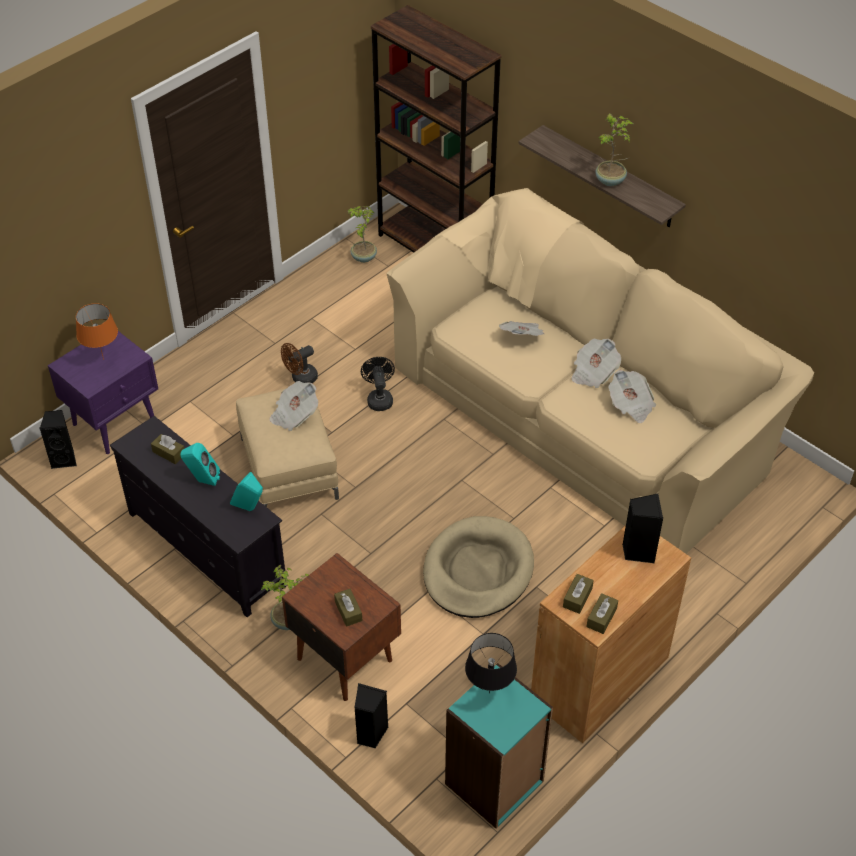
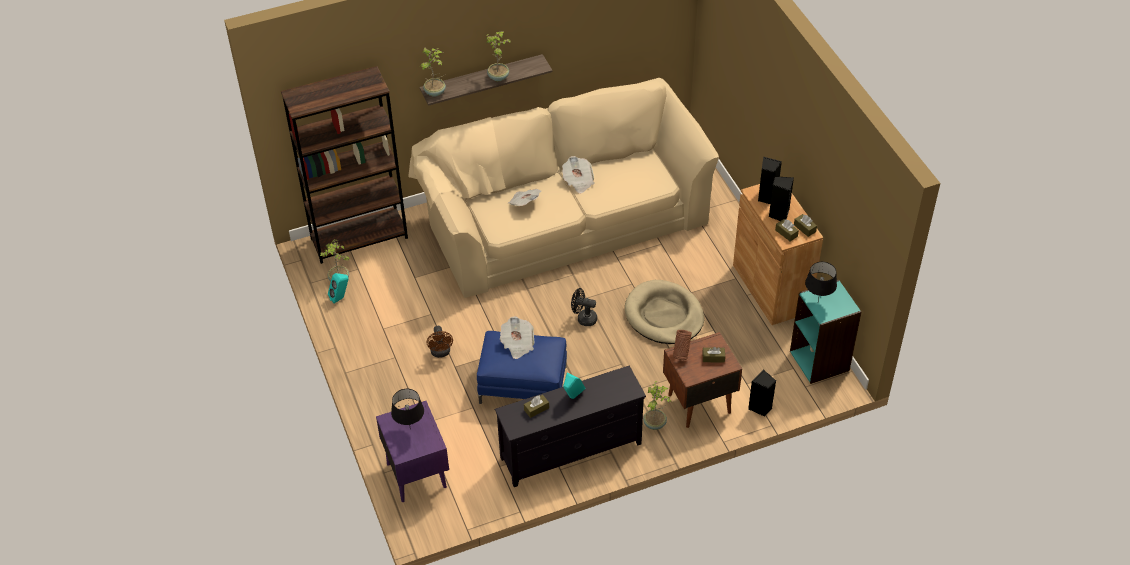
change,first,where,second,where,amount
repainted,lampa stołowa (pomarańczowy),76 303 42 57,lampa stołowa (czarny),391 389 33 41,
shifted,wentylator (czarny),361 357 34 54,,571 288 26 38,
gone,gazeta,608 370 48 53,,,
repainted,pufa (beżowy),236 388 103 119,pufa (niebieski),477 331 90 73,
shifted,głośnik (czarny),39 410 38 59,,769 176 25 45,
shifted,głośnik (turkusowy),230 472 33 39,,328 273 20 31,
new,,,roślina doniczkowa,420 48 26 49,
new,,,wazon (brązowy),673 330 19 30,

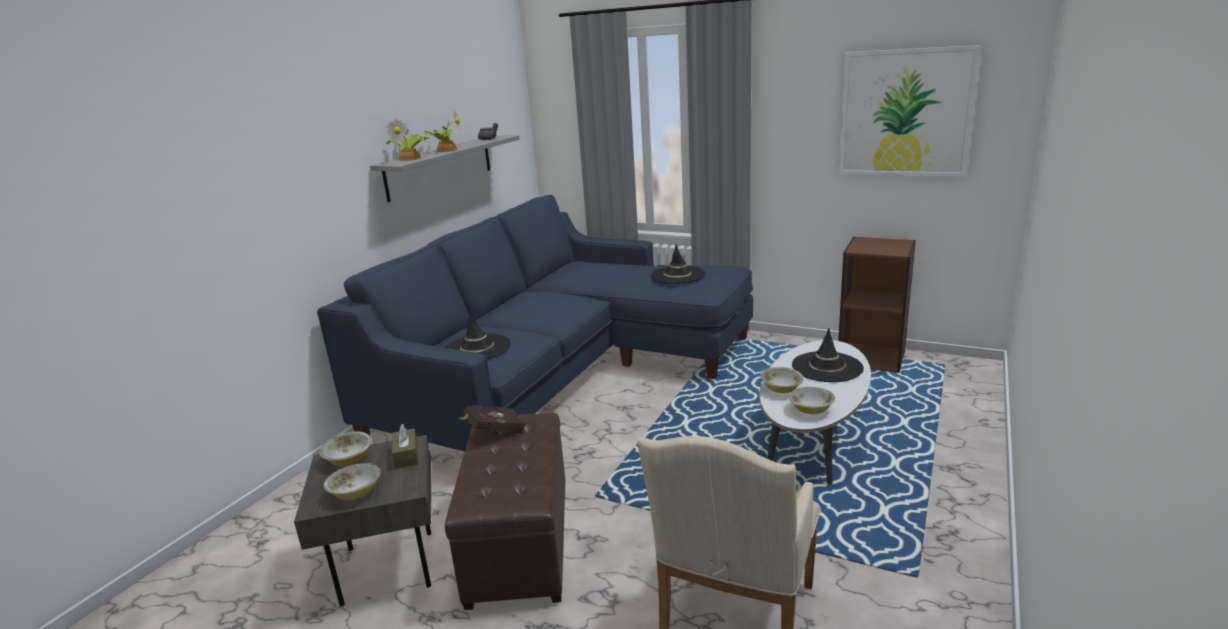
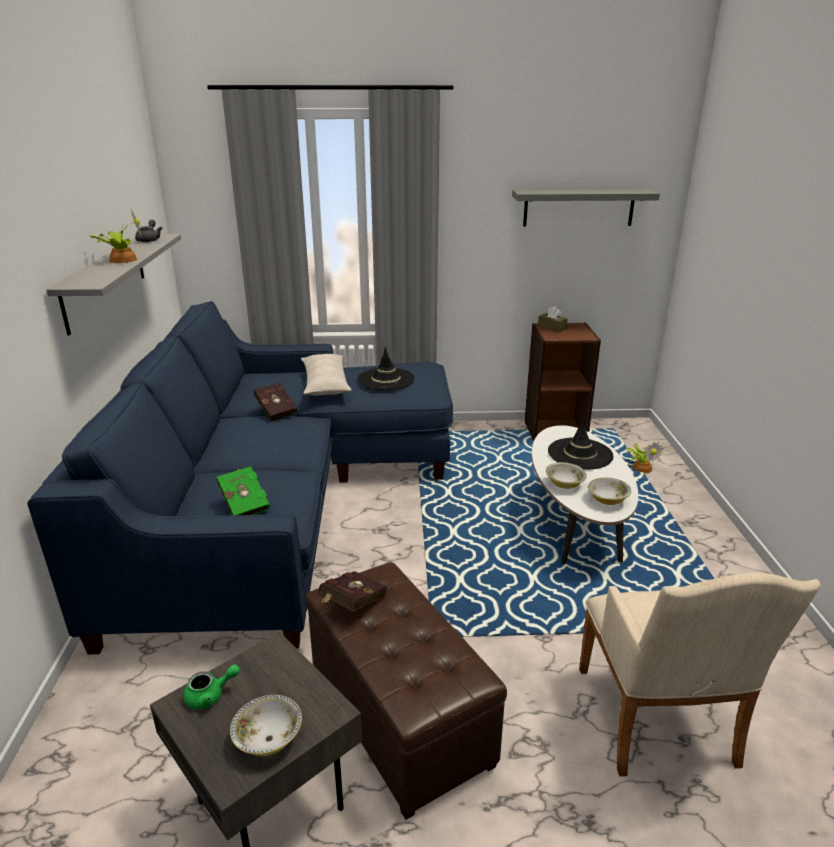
change,first,where,second,where,amount
swapped,obraz,839 45 142 132,półka (szary),512 189 148 38,
shifted,roślina doniczkowa,386 118 45 43,,625 442 38 32,
swapped,kapelusz (czarny),445 311 66 48,książka (zielony),217 466 53 50,
shifted,pudełko chusteczek (brązowy),392 424 26 45,,538 306 30 26,
swapped,miska,319 431 53 35,imbryk (zielony),183 665 57 44,
new,,,poduszka (beżowy),301 354 50 41,
new,,,książka (czerwony),254 382 43 39,

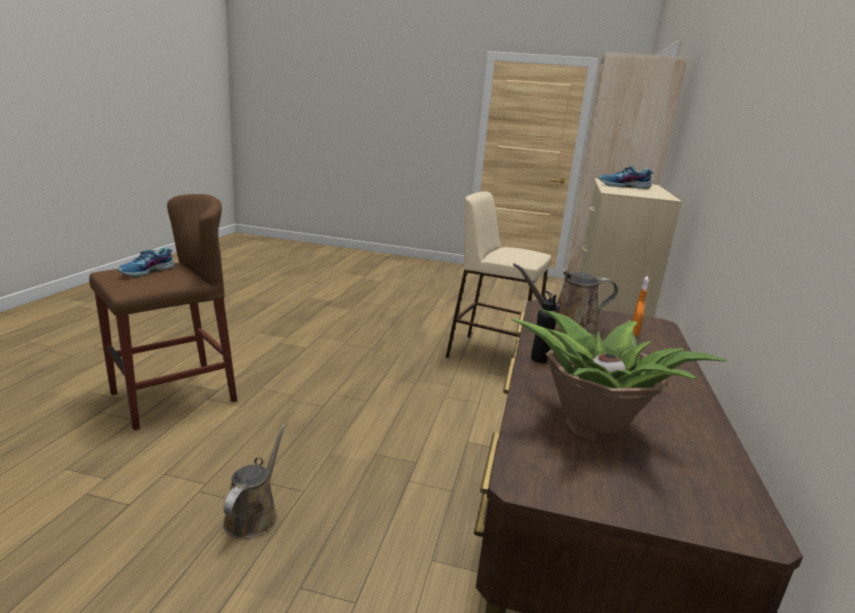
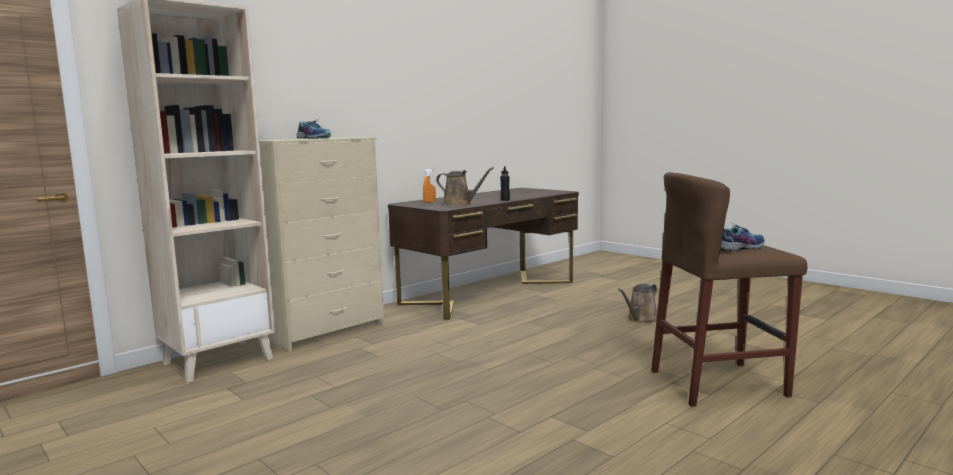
change,first,where,second,where,amount
gone,stołek (beżowy),446 191 105 167,,,
gone,roślina doniczkowa,511 309 215 133,,,

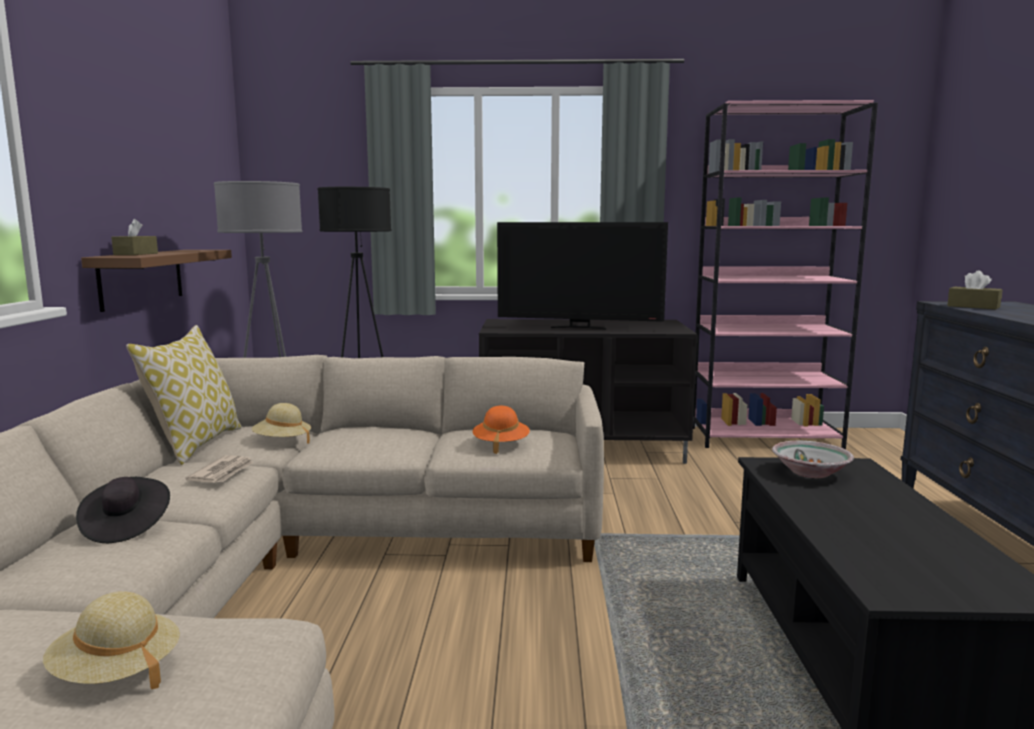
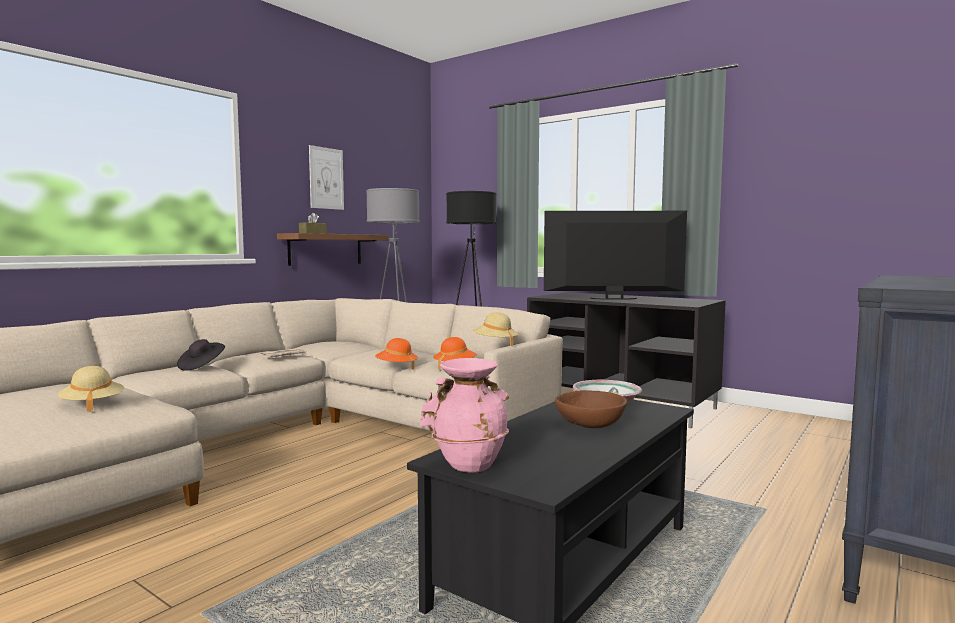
change,first,where,second,where,amount
gone,regał (różowy),693 100 185 349,,,
rotated,telewizor,497 222 171 108,,544 211 143 89,135 degrees clockwise
gone,pudełko chusteczek (brązowy),947 270 56 39,,,
gone,poduszka,126 325 116 140,,,
shifted,kapelusz (beżowy),252 403 59 41,,473 312 45 34,
new,,,obraz,309 145 35 65,
new,,,kapelusz (pomarańczowy),375 338 43 32,
new,,,wazon (różowy),420 358 89 115,
new,,,miska (brązowy),555 390 72 38,

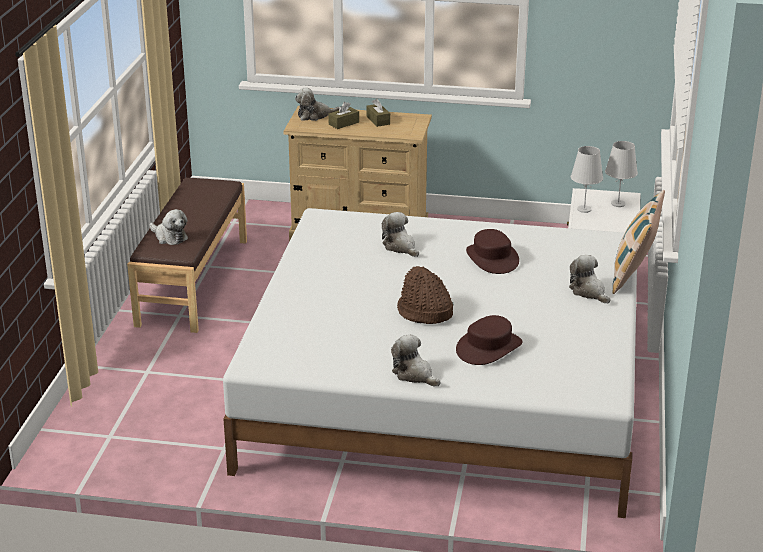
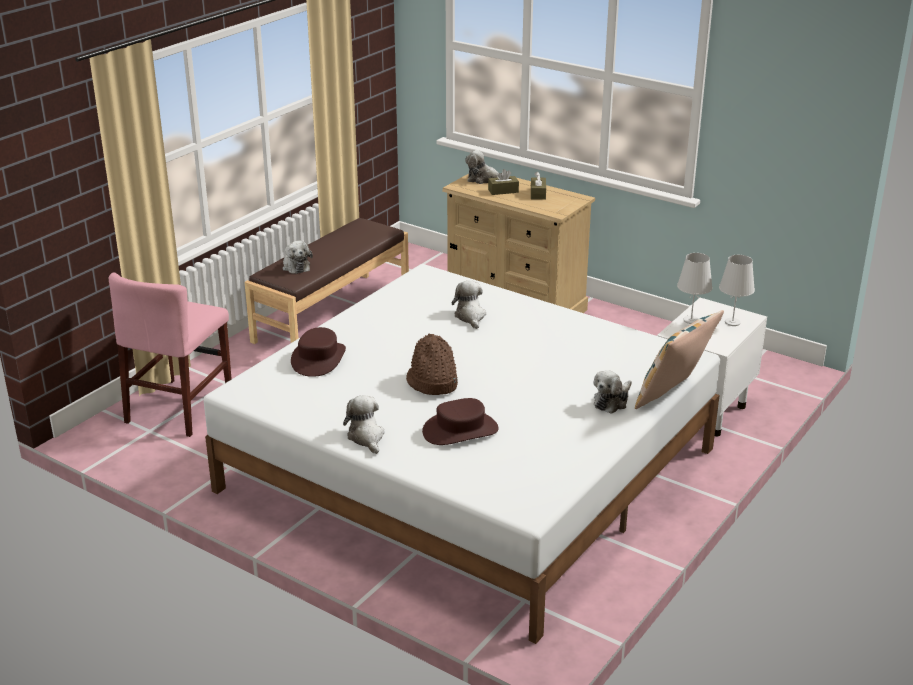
change,first,where,second,where,amount
shifted,kapelusz (brązowy),466 229 53 45,,291 327 55 50,
rotated,pluszak,569 255 41 48,,593 370 39 44,135 degrees counterclockwise
new,,,krzesło (różowy),109 272 123 165,

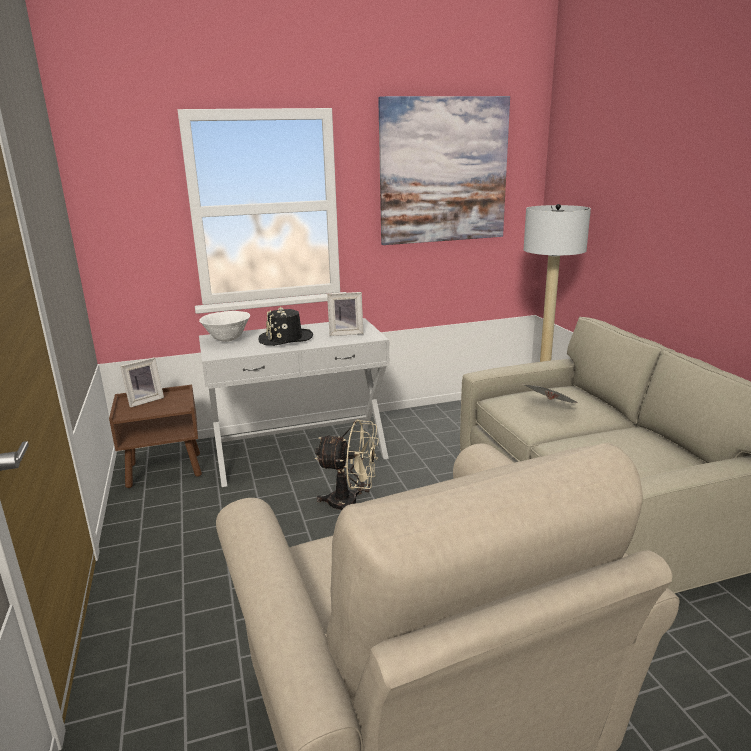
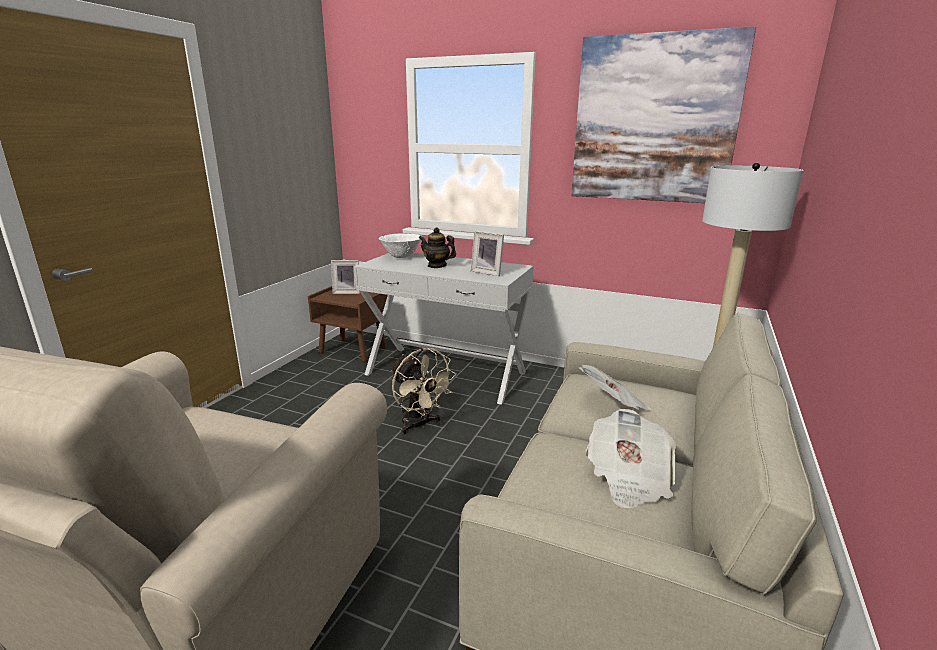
change,first,where,second,where,amount
swapped,kapelusz (czarny),258 306 55 40,imbryk,419 227 37 41,
new,,,gazeta,586 409 90 99,

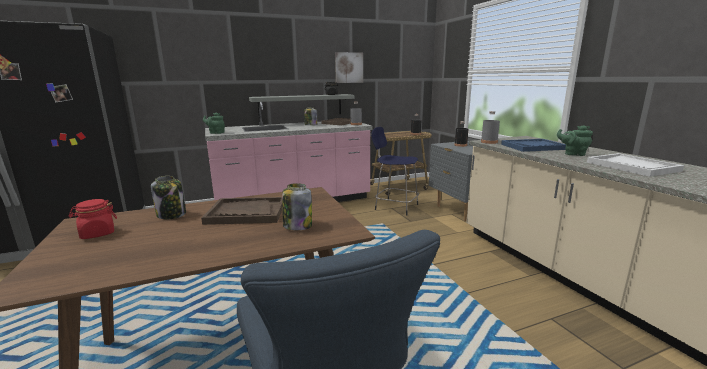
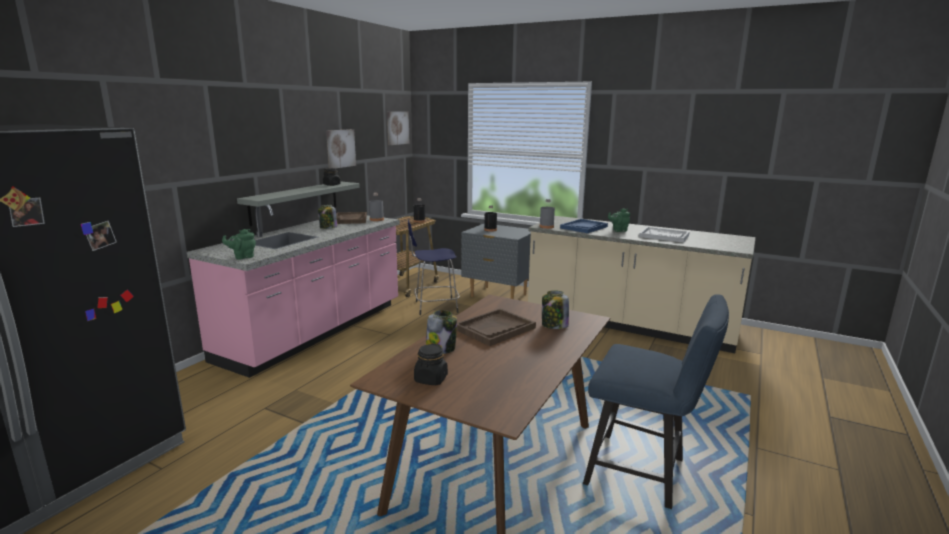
change,first,where,second,where,amount
repainted,słoik (czerwony),68 199 49 40,słoik (czarny),414 344 34 41,
new,,,obraz,387 111 23 34,

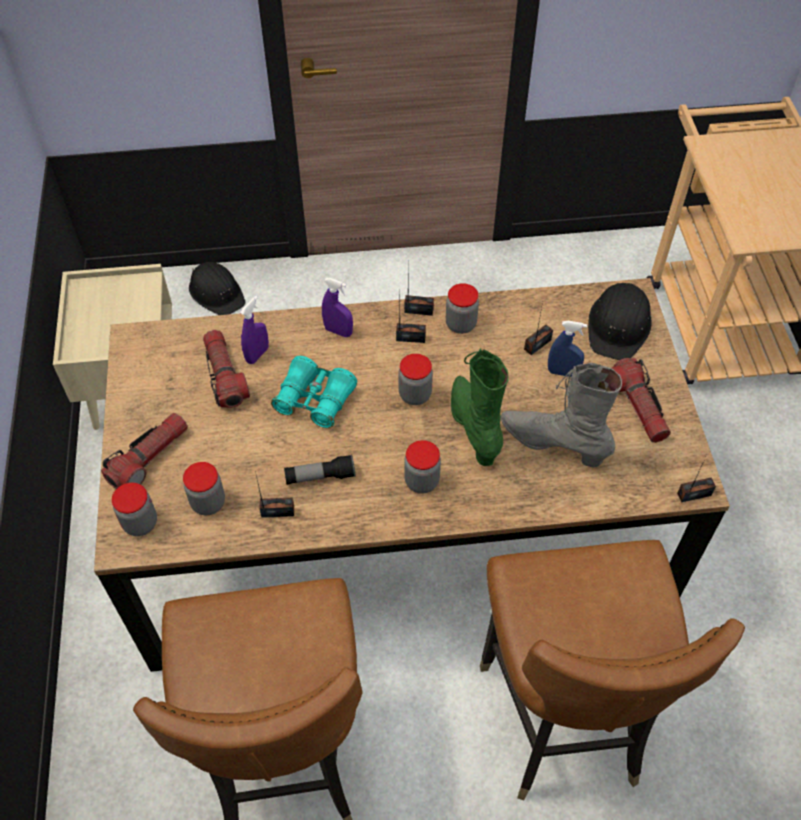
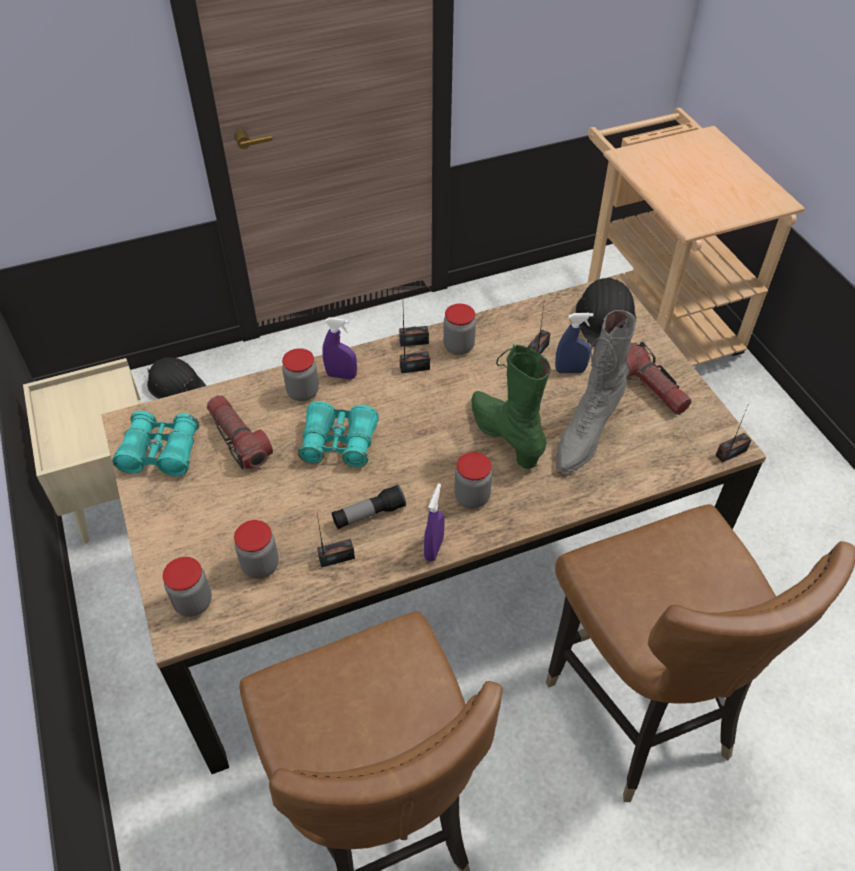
change,first,where,second,where,amount
shifted,spryskiwacz (fioletowy),240 296 29 68,,424 483 21 79,
shifted,słoik,399 354 34 51,,282 348 37 53,
rotated,but z cholewką (szary),501 363 121 105,,556 310 80 163,75 degrees counterclockwise
gone,latarka,101 413 87 76,,,
new,,,lornetka (turkusowy),112 411 87 65,

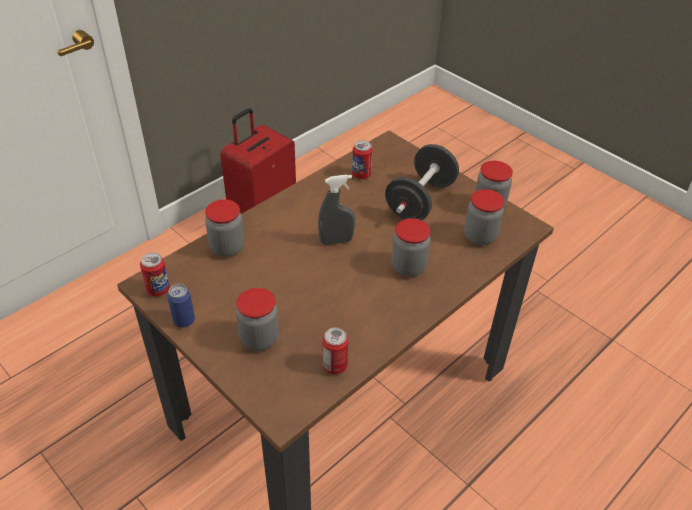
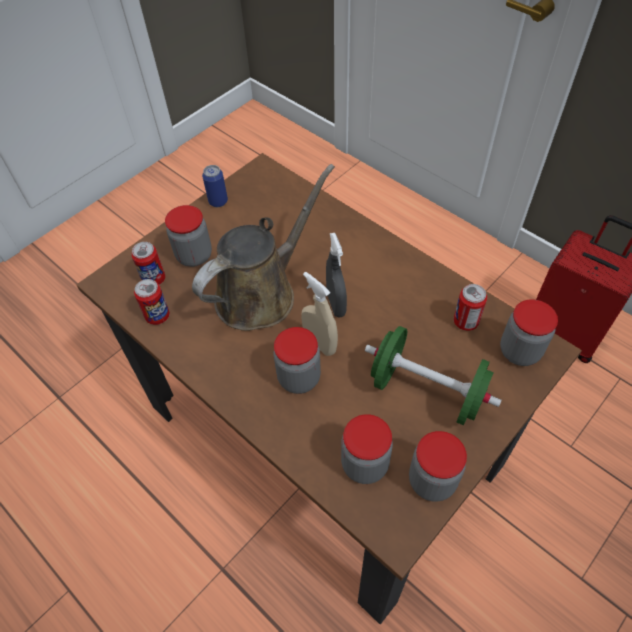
change,first,where,second,where,amount
repainted,hantel (czarny),385 144 74 76,hantel (zielony),365 326 137 100,
shifted,słoik,205 199 39 58,,500 299 58 67,
shifted,puszka,140 253 30 44,,131 242 34 43,
new,,,konewka (brązowy),192 164 143 167,
new,,,spryskiwacz (beżowy),301 272 37 84,

